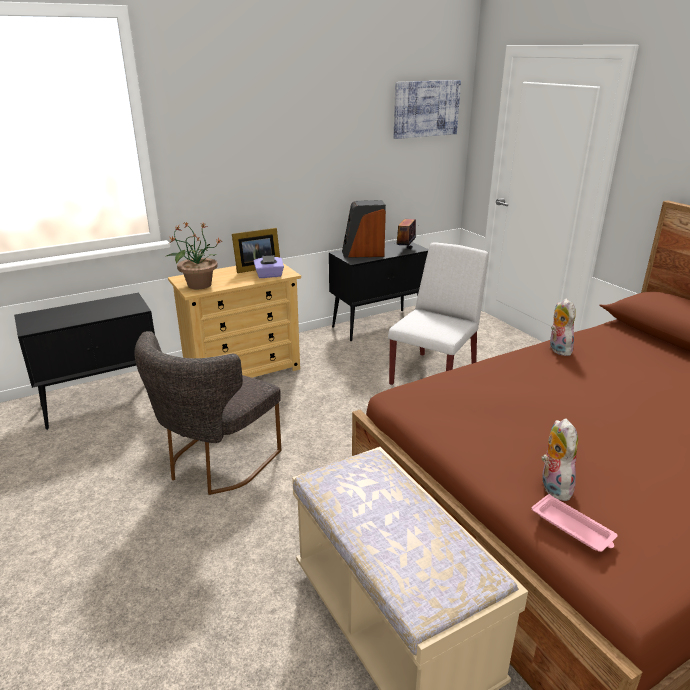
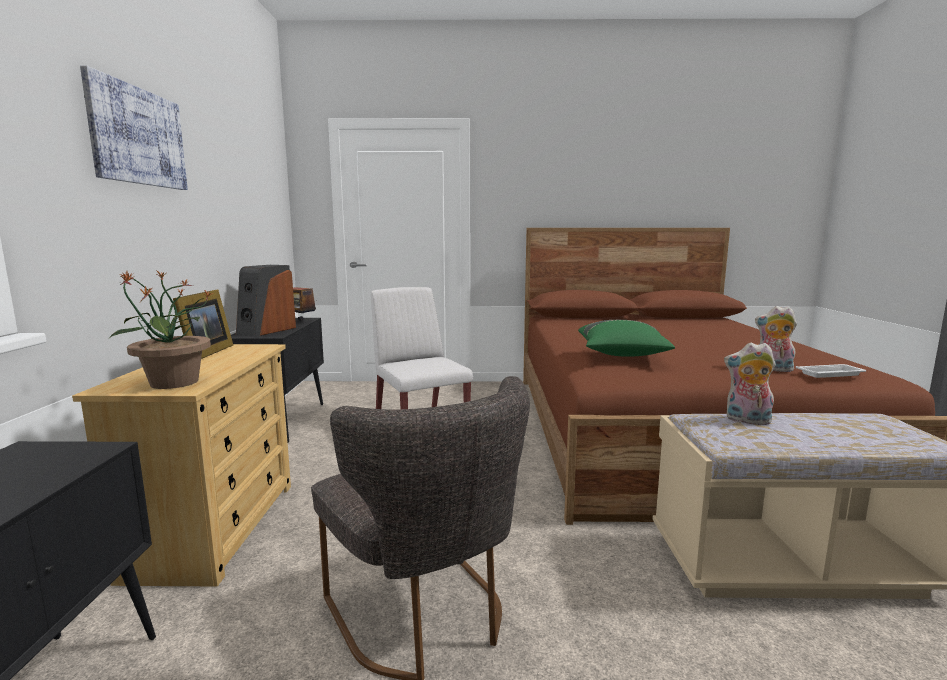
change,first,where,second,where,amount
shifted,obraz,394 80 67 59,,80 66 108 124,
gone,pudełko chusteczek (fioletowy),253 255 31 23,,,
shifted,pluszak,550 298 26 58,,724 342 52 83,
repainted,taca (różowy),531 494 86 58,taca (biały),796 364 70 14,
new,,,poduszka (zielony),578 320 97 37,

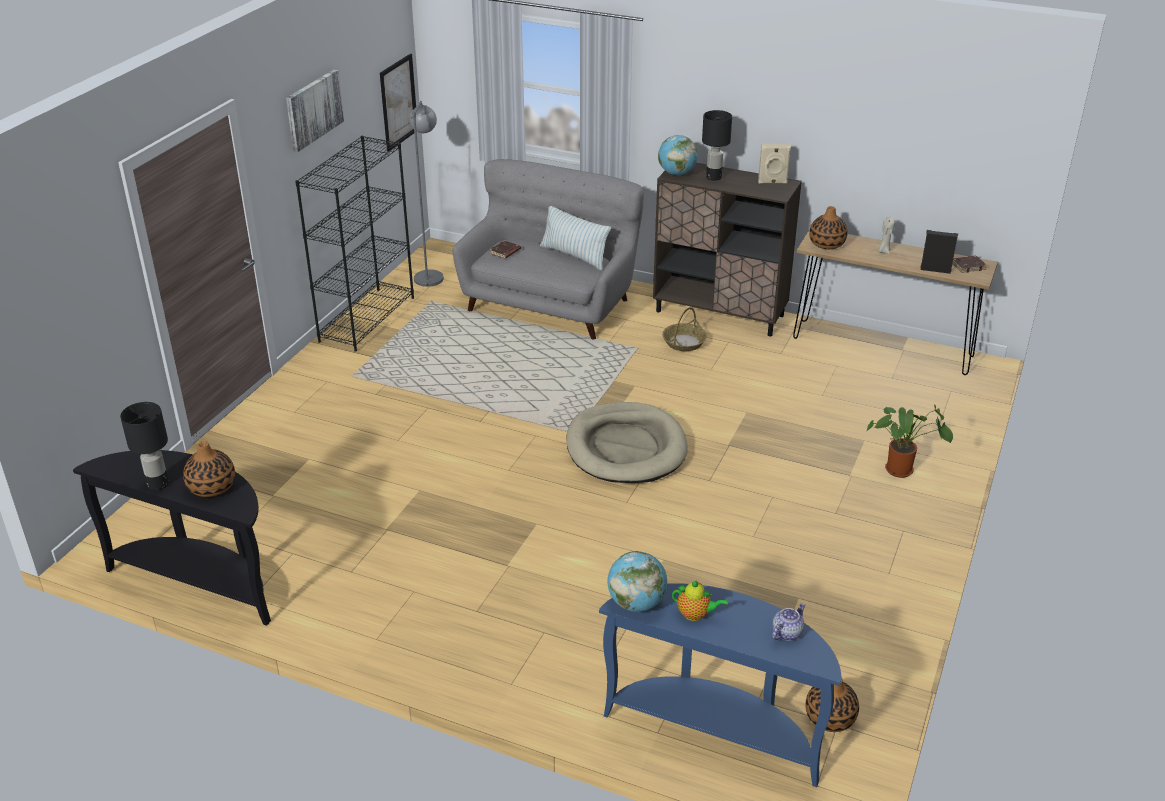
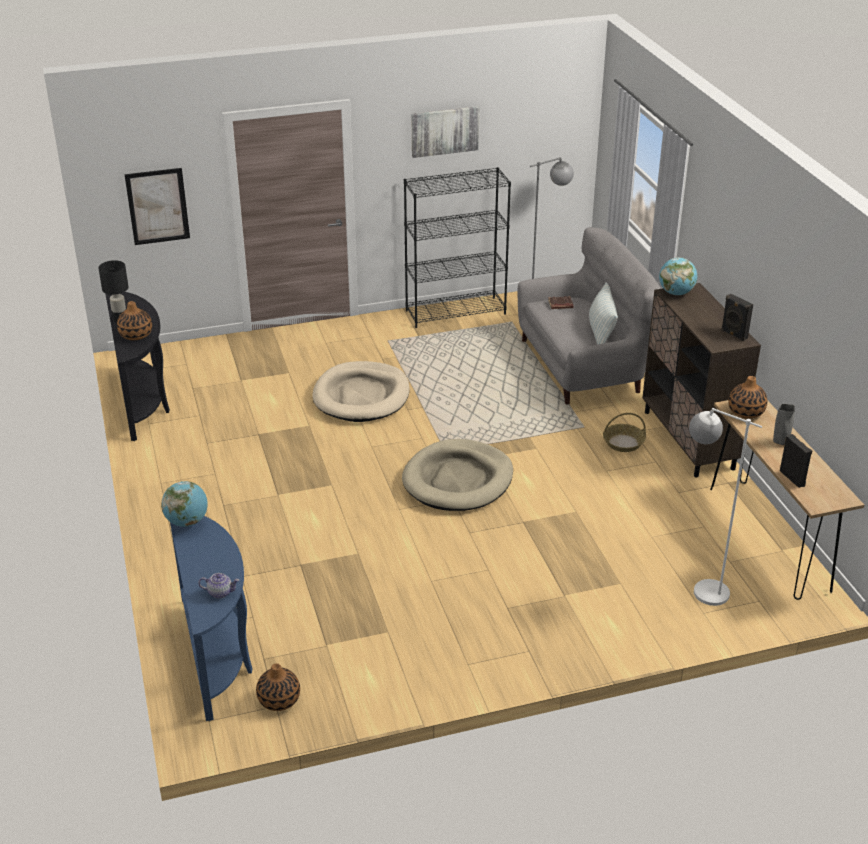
change,first,where,second,where,amount
shifted,obraz,380 54 36 98,,124 168 66 77,
gone,lampa stołowa (czarny),702 110 30 71,,,
repainted,głośnik (beżowy),758 144 33 40,głośnik (czarny),721 294 32 47,
swapped,świeca (beżowy),878 216 17 38,wazon (szary),773 404 22 41,
gone,książka (brązowy),953 255 34 18,,,
gone,roślina doniczkowa,867 404 86 74,,,
gone,imbryk,672 580 56 41,,,
new,,,legowisko (beżowy),312 361 98 61,
new,,,lampa stojąca (biały),689 408 73 198,

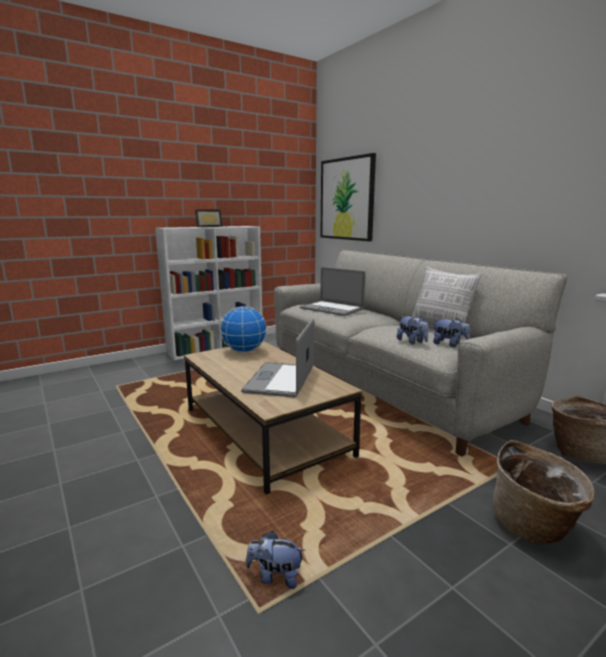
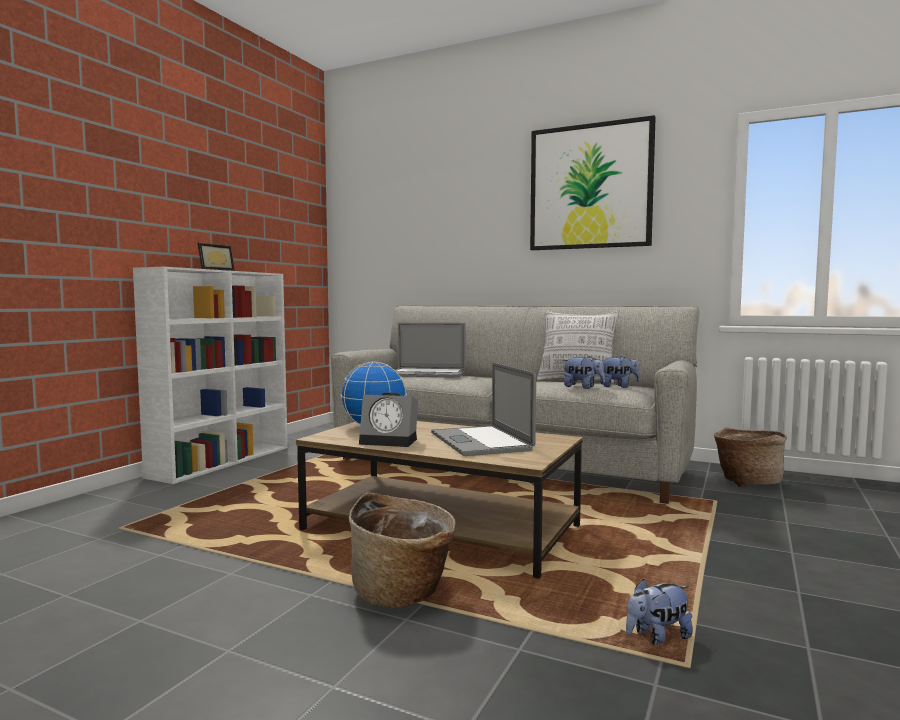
change,first,where,second,where,amount
shifted,obraz,320 153 56 88,,530 115 126 135,
shifted,koszyk,493 440 102 104,,349 493 107 115,
new,,,budzik,359 392 59 55,

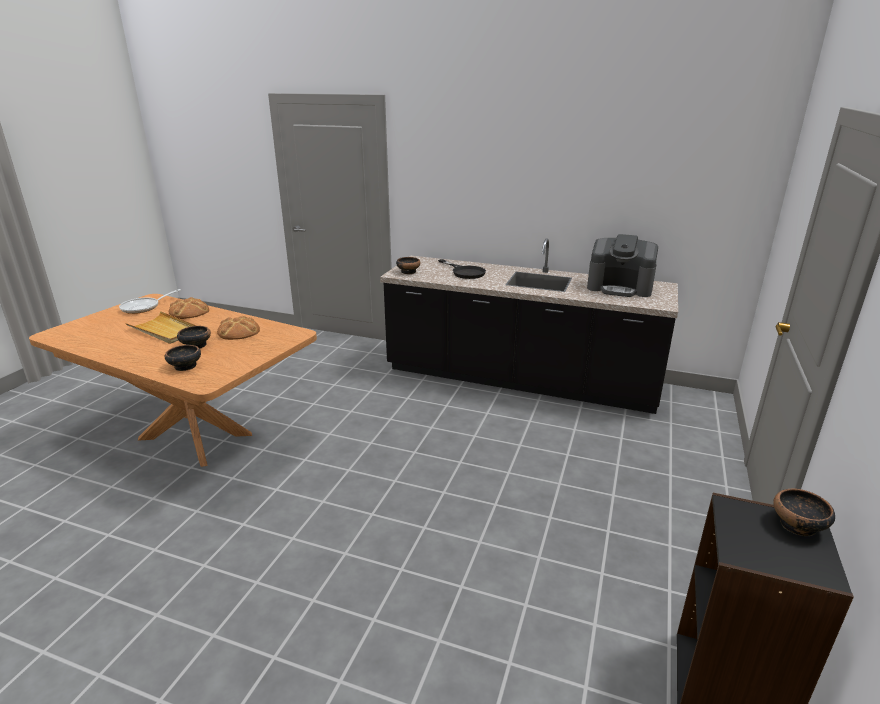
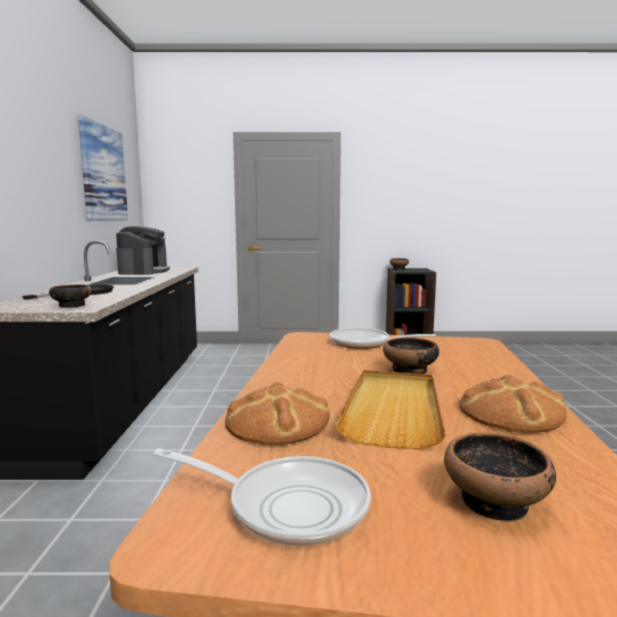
change,first,where,second,where,amount
shifted,chleb,217 316 43 24,,459 374 108 59,
shifted,miska,165 345 36 26,,444 432 112 90,
new,,,obraz,78 115 50 106,
new,,,patelnia,330 328 106 21,

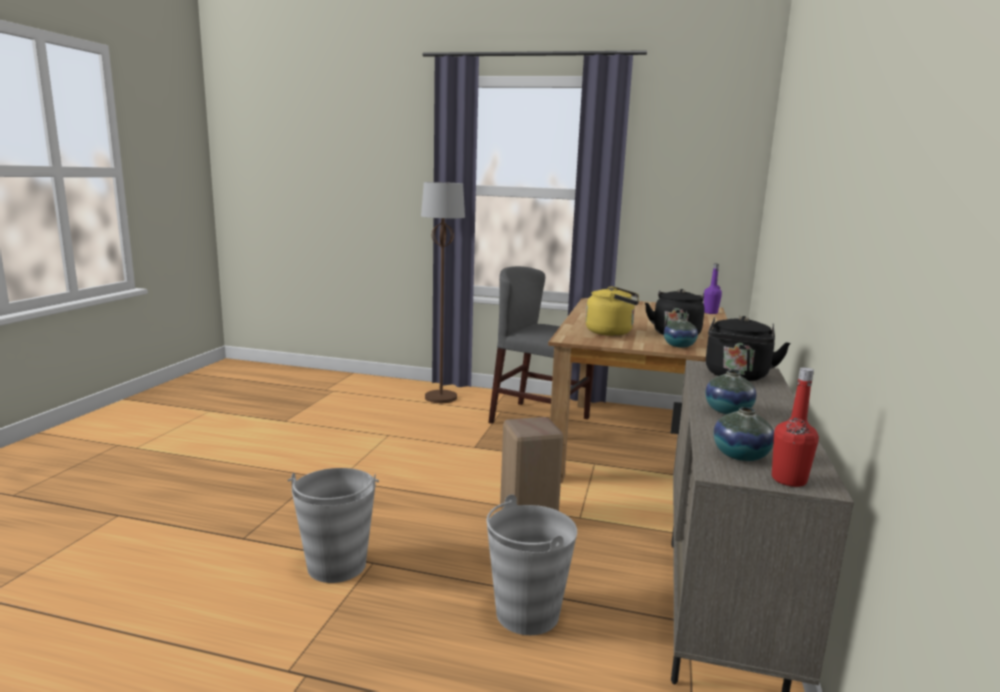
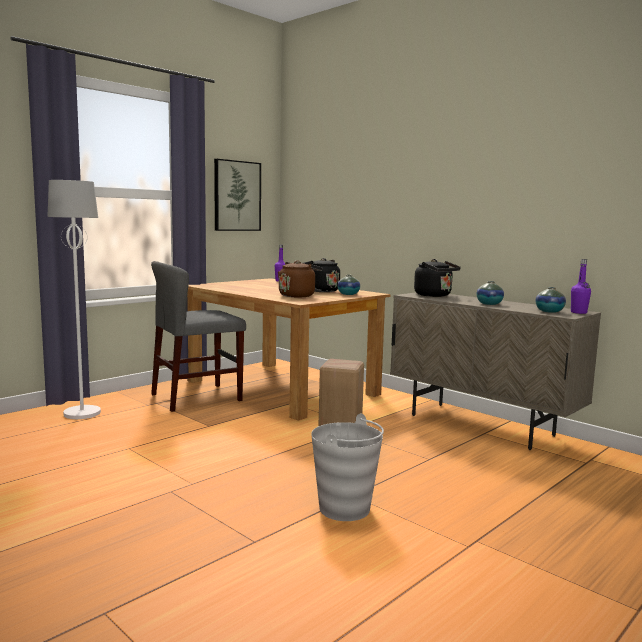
change,first,where,second,where,amount
repainted,lampa stojąca (brązowy),421 182 44 221,lampa stojąca (biały),47 180 54 239,
repainted,czajnik (żółty),586 286 53 50,czajnik (brązowy),278 261 44 36,
repainted,butelka (czerwony),772 367 47 120,butelka (fioletowy),571 259 20 55,
gone,wiadro (szary),487 494 90 141,,,
new,,,obraz,214 159 47 72,

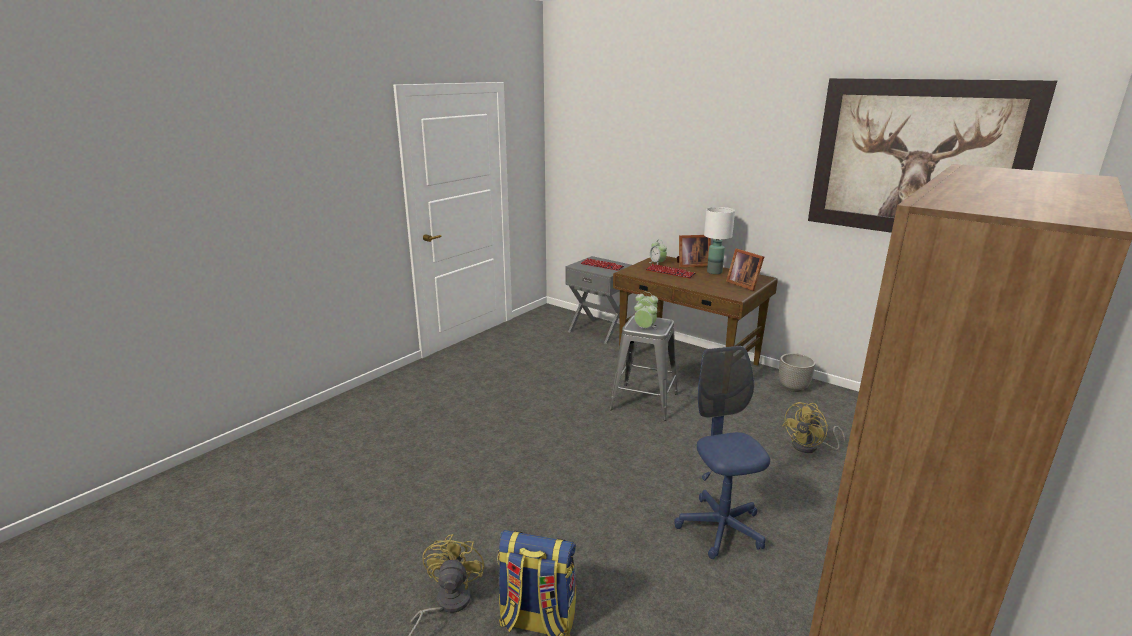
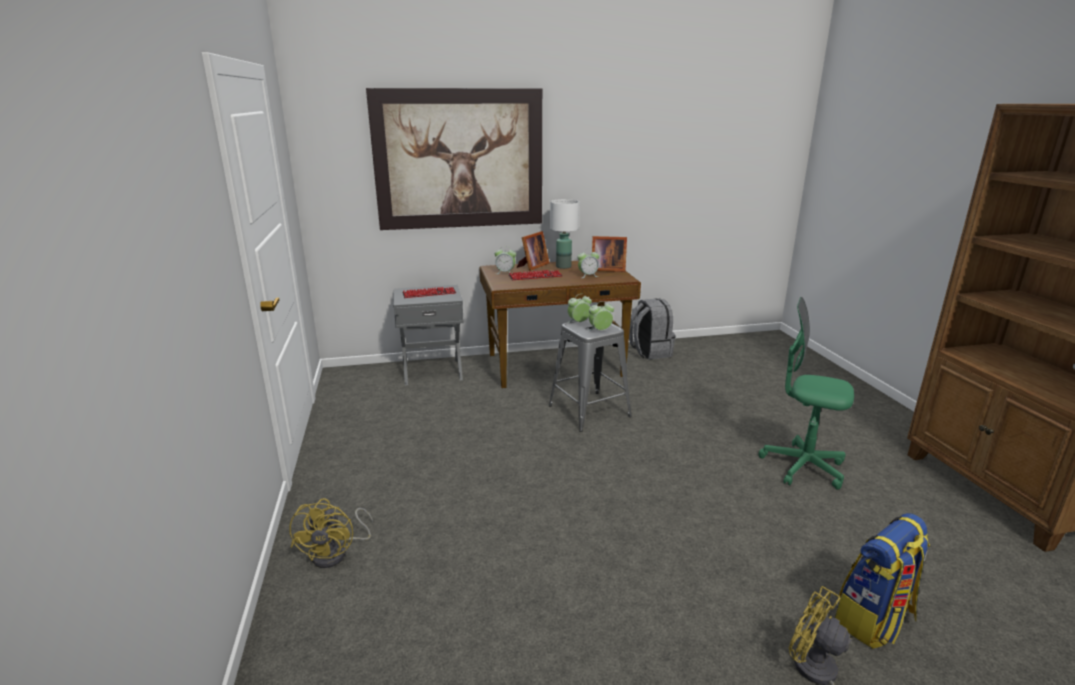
change,first,where,second,where,amount
shifted,obraz,808 78 249 155,,366 88 176 142,
repainted,krzesło biurowe (niebieski),674 346 96 213,krzesło biurowe (zielony),758 297 96 193,
swapped,donica,779 353 36 39,plecak (szary),629 298 47 62,
shifted,wentylator (żółty),782 402 63 51,,289 498 84 70,
new,,,budzik,577 249 22 29,

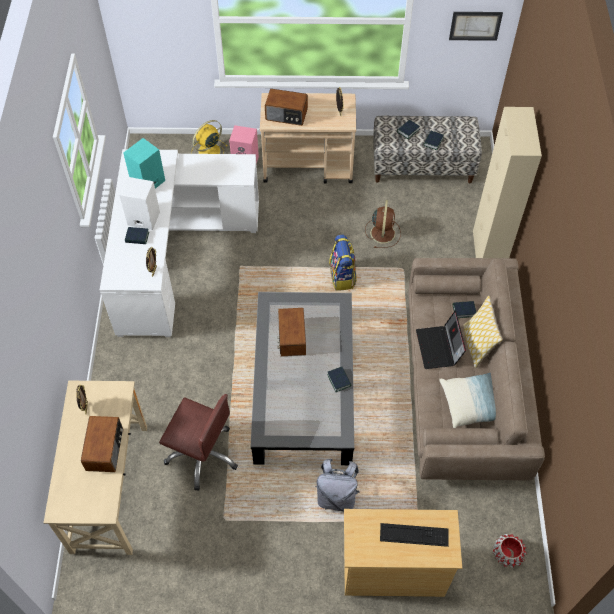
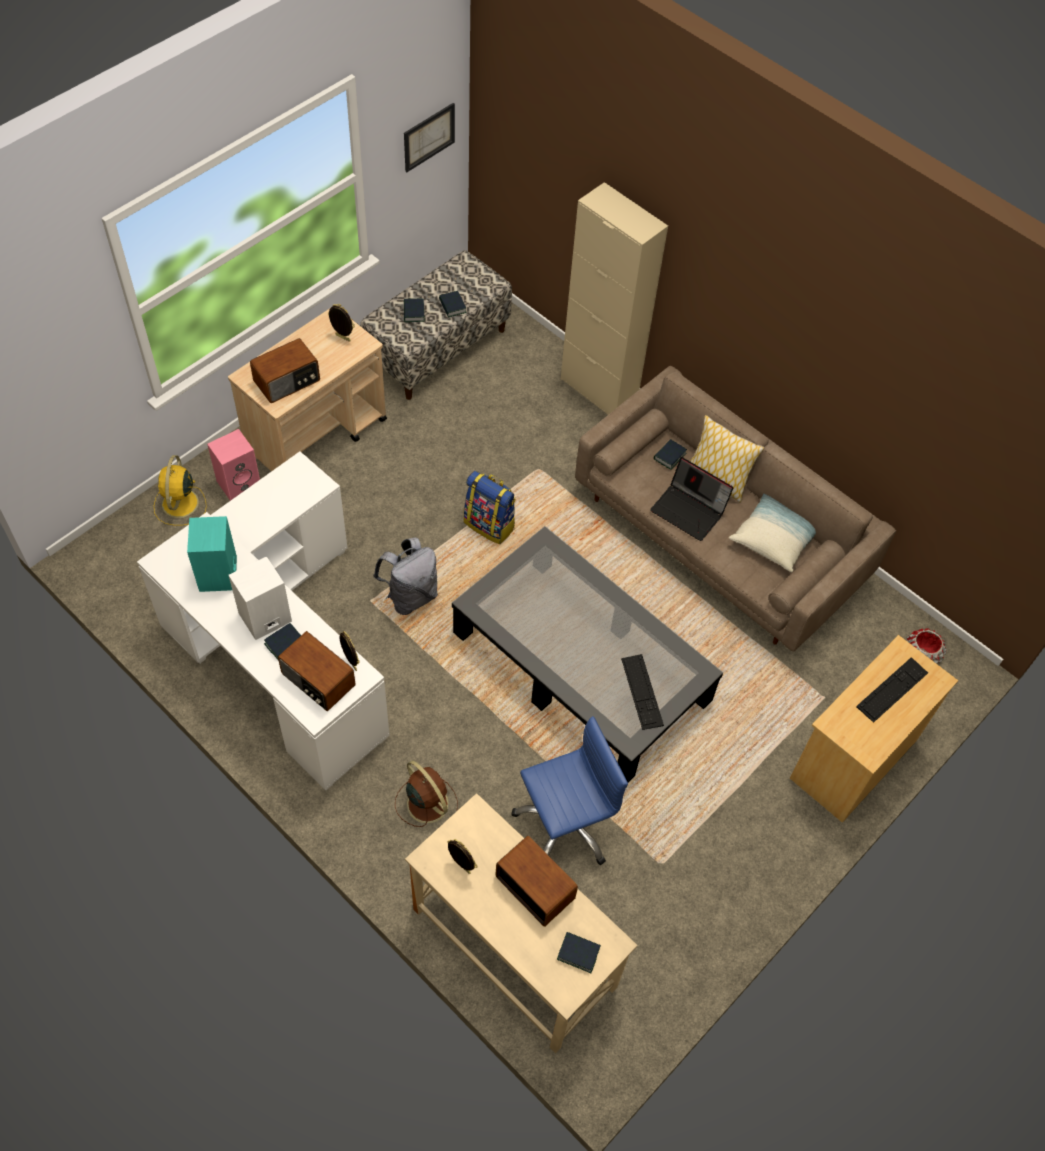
change,first,where,second,where,amount
shifted,wentylator (brązowy),365 200 36 48,,395 760 63 67,
shifted,radio,277 308 29 48,,278 631 78 80,
shifted,książka,327 367 24 25,,557 932 44 41,
repainted,krzesło biurowe (brązowy),159 394 79 97,krzesło biurowe (niebieski),512 716 116 149,
shifted,plecak (szary),316 459 44 53,,373 537 65 78,
new,,,klawiatura,621 654 43 76,

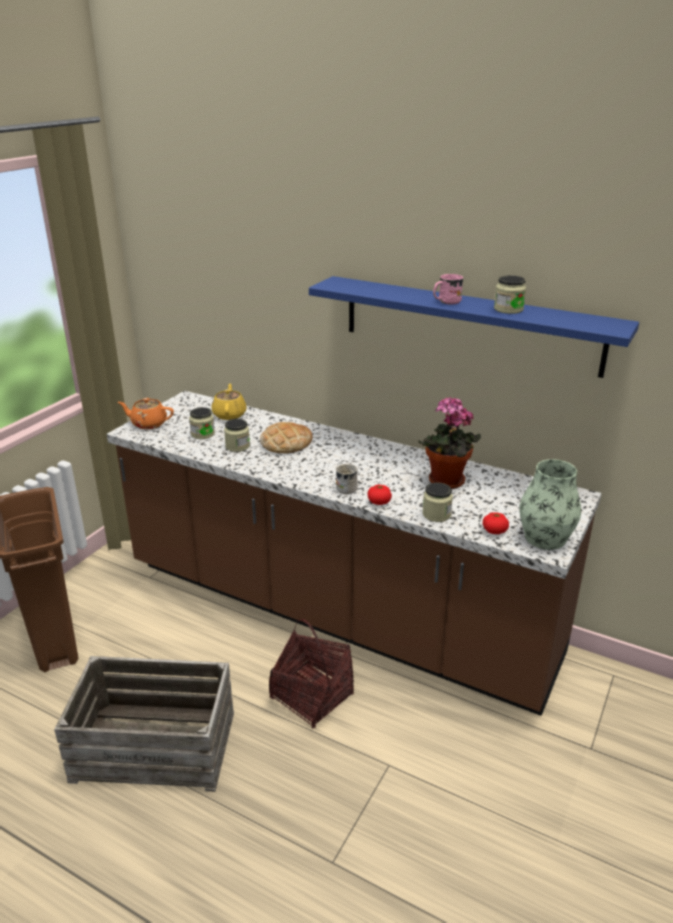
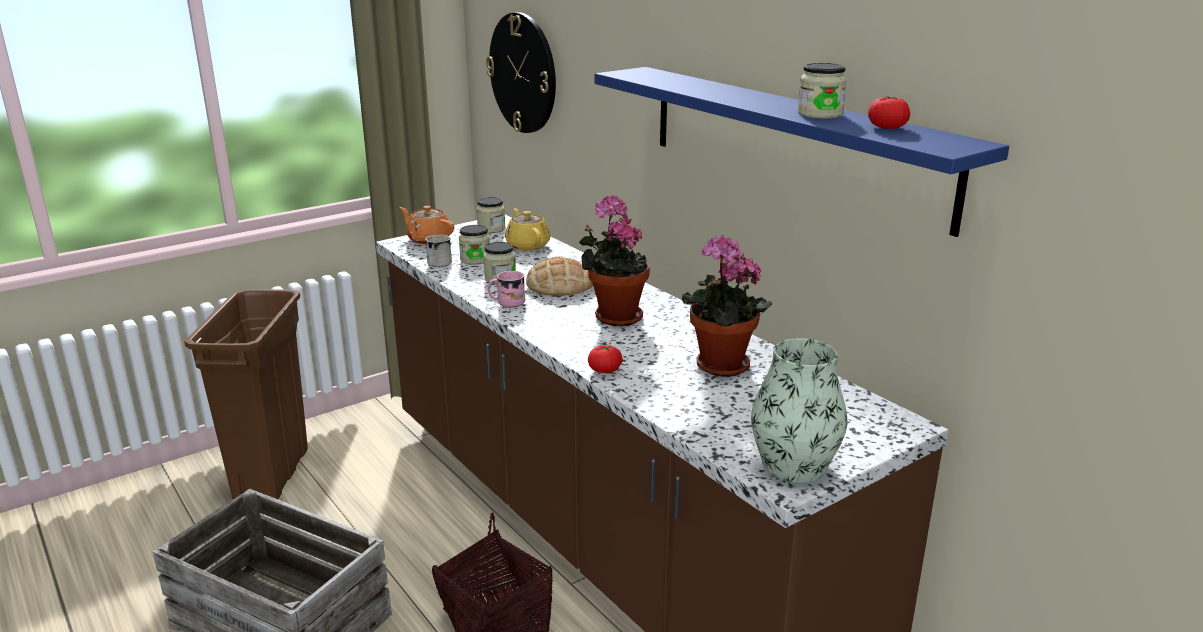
change,first,where,second,where,amount
shifted,kubek (różowy),433 274 30 31,,488 271 37 37,
rotated,imbryk (żółty),211 384 36 36,,505 208 46 43,45 degrees counterclockwise
shifted,kubek (biały),336 464 22 30,,425 235 27 33,
shifted,słoik,422 483 31 39,,476 197 29 36,
shifted,pomidor,483 512 26 22,,868 96 42 33,
new,,,zegar ścienny,486 12 70 121,
new,,,roślina doniczkowa,579 195 71 131,

